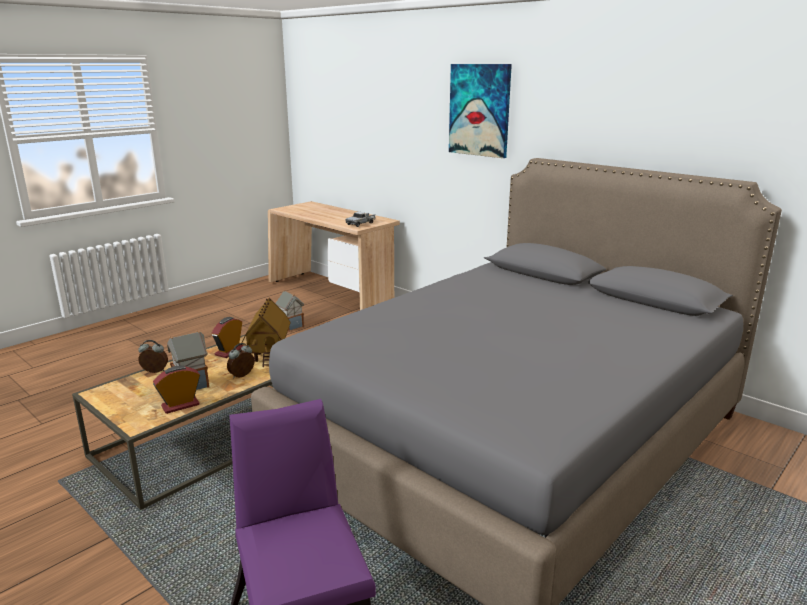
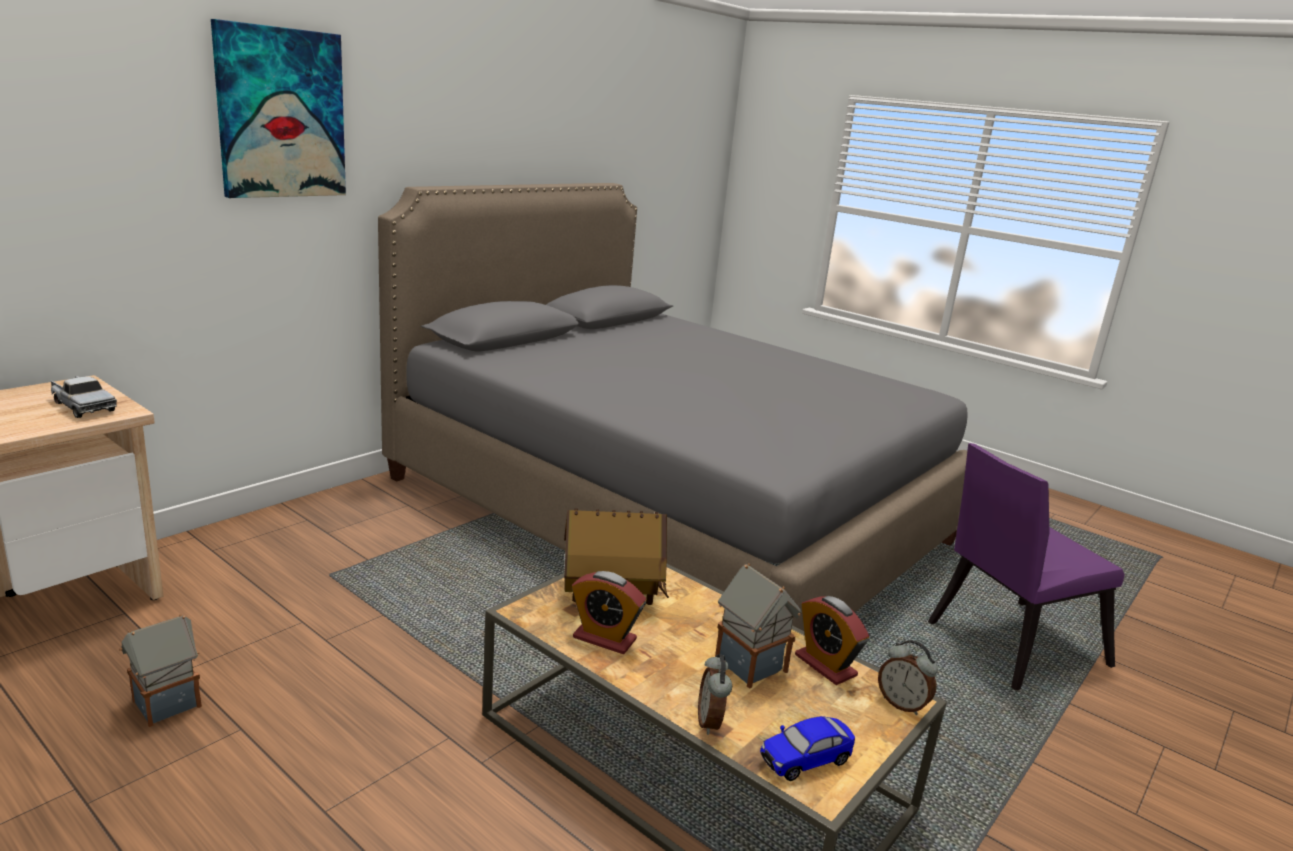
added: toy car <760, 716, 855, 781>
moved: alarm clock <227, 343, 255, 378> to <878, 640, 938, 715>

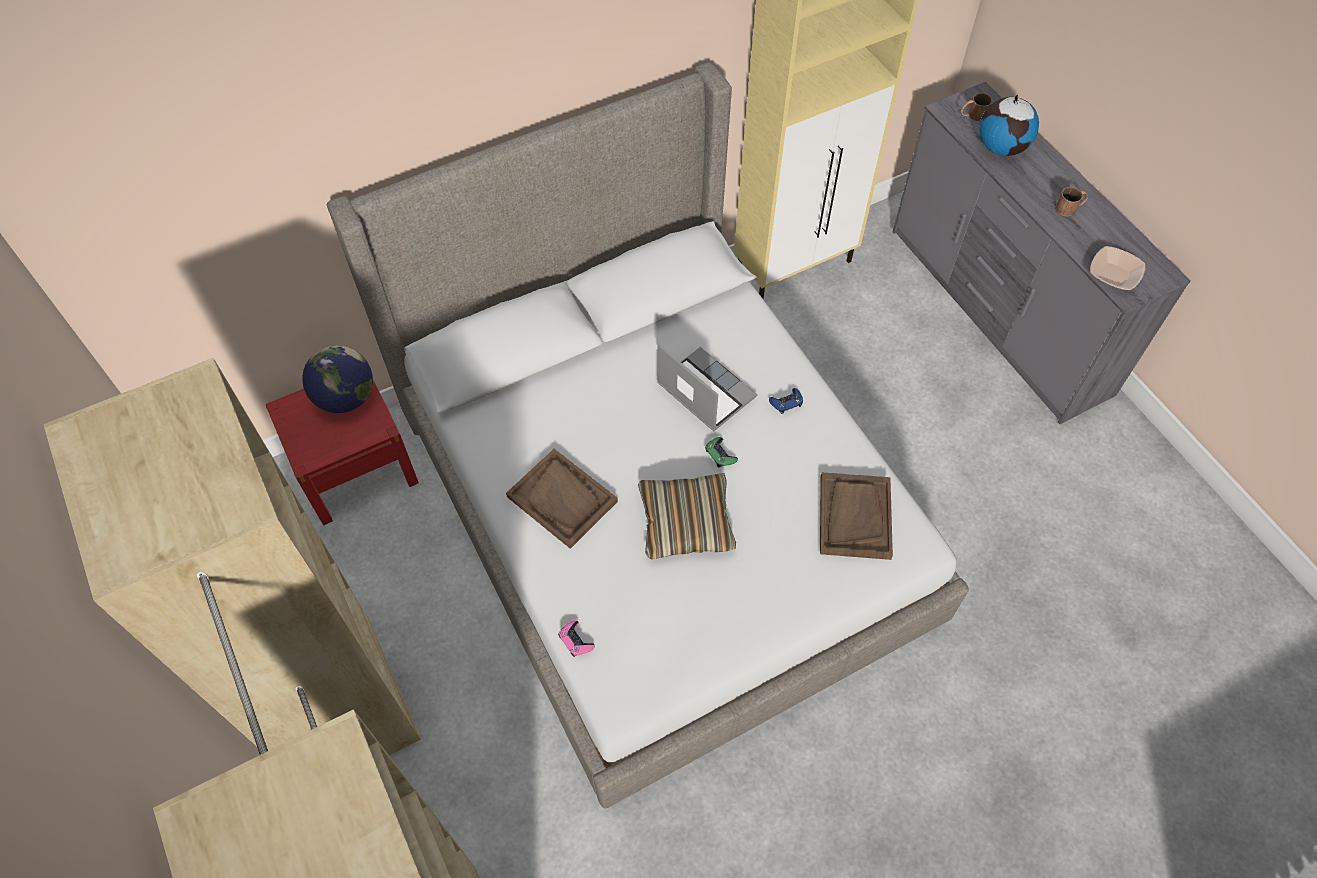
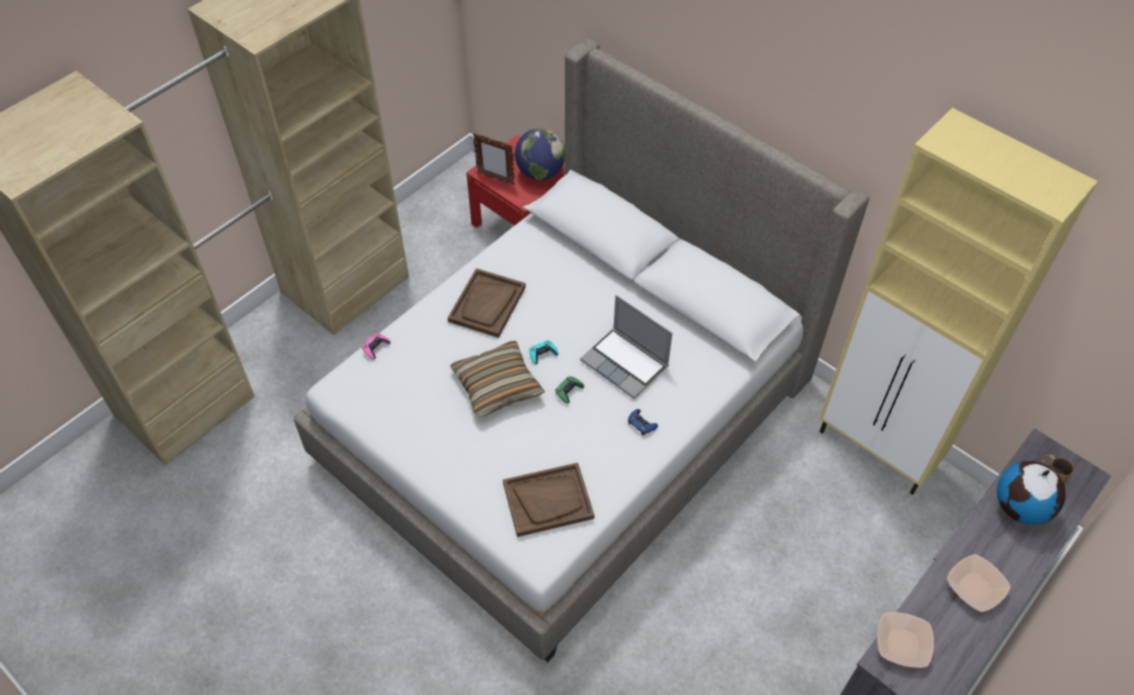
added: picture frame <473, 133, 515, 186>; turquoise game controller <530, 341, 559, 364>
replaced: brown mug <1055, 187, 1088, 217> to bowl <947, 554, 1011, 612>
turned: laptop <657, 343, 757, 432> = <580, 295, 672, 399> 105 degrees clockwise

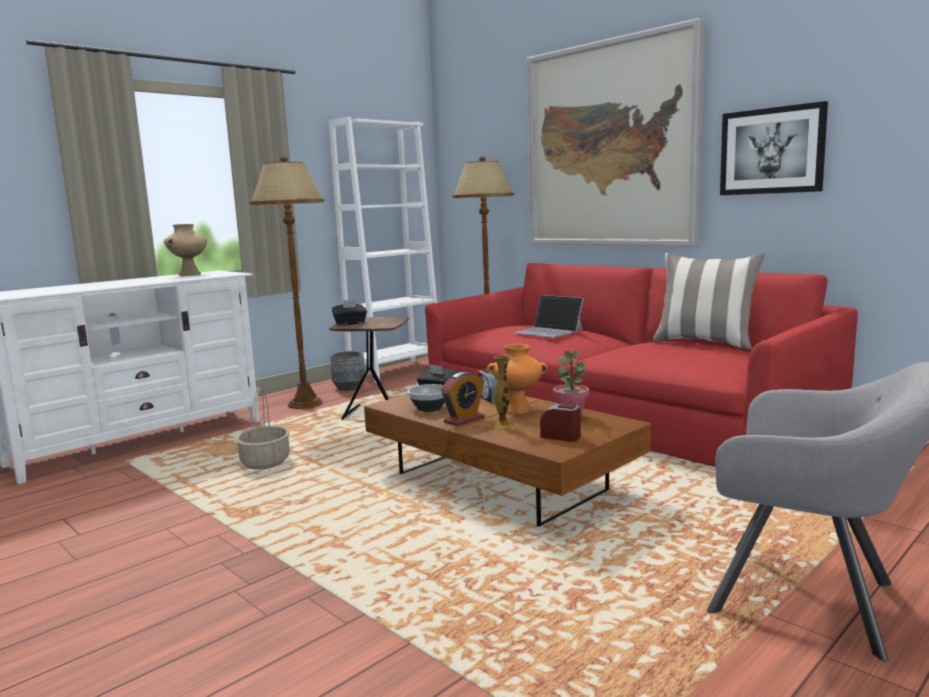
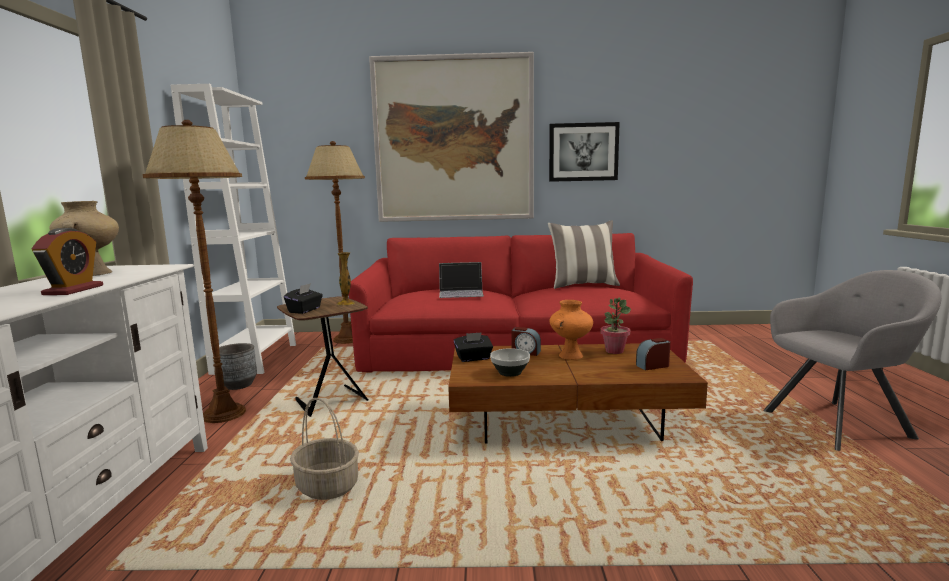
moved: alarm clock <441, 372, 484, 426> to <32, 228, 103, 295>; vase <490, 355, 515, 429> to <337, 252, 355, 306>

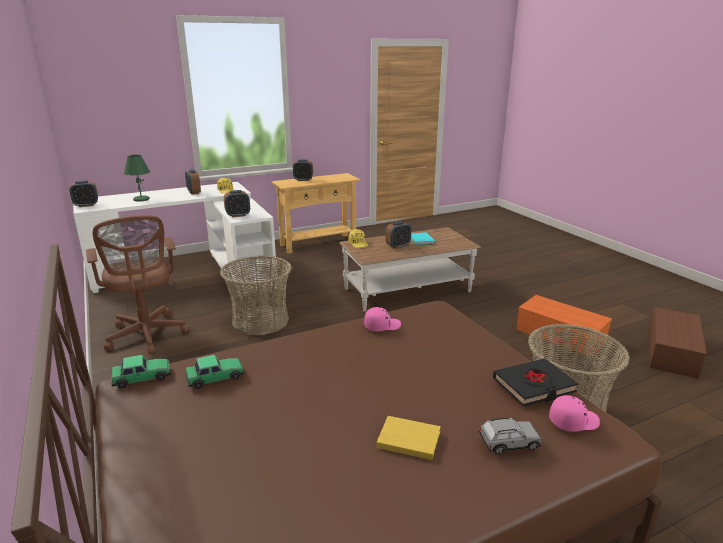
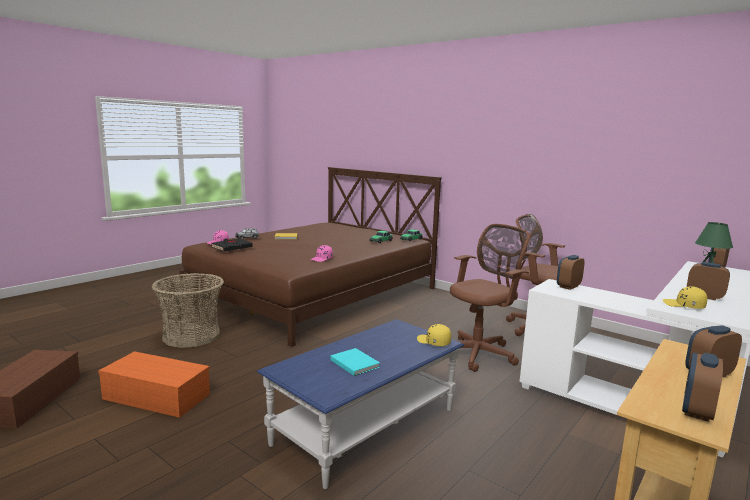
moved: alarm clock <385, 221, 411, 249> to <682, 353, 723, 422>
replaced: basket <220, 256, 292, 335> to brown office chair <450, 224, 531, 372>
recoloured: brown coffee table <339, 227, 481, 312> to blue coffee table <257, 319, 464, 489>

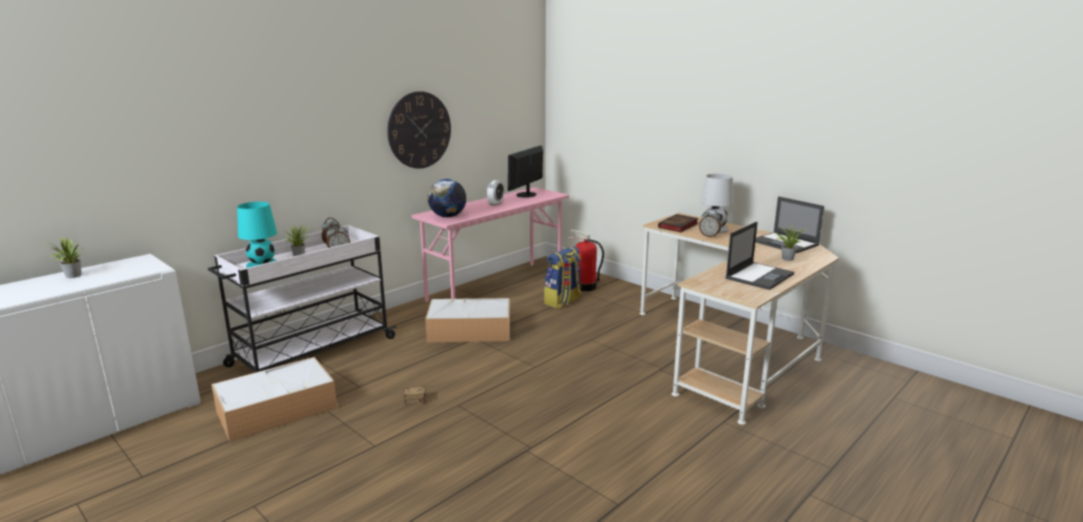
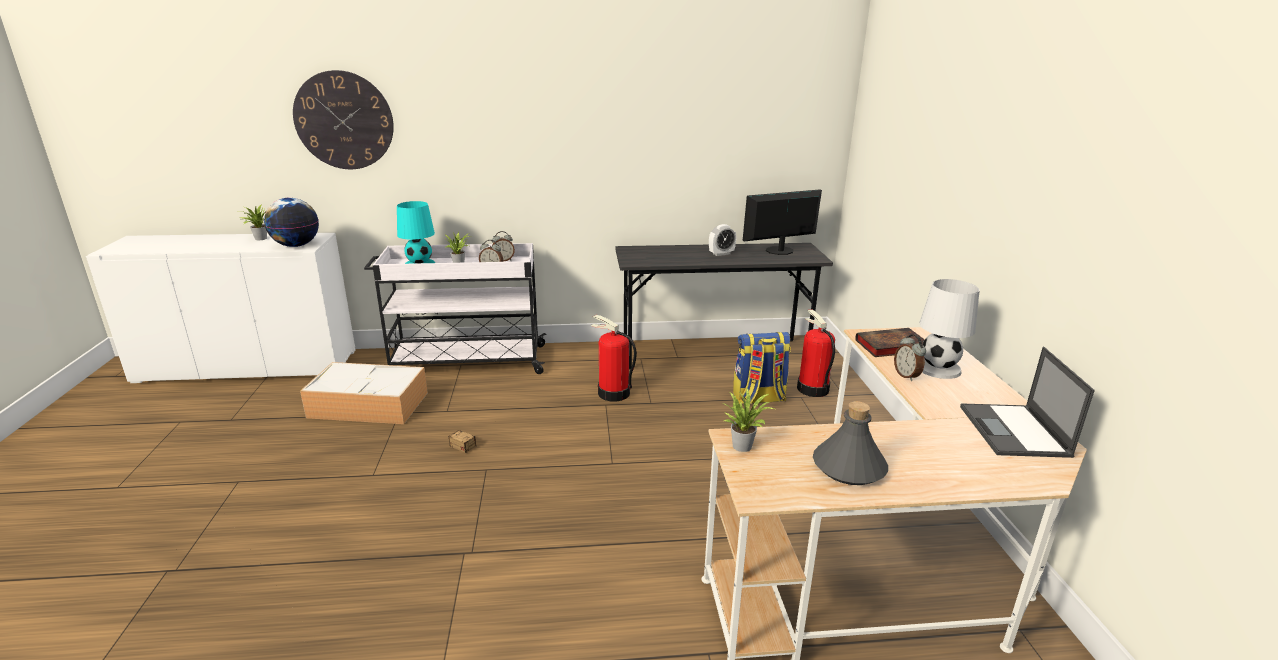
moved: wall clock <387, 91, 451, 169> to <293, 70, 394, 169>; globe <428, 179, 466, 217> to <264, 198, 319, 247>; potted plant <775, 226, 807, 261> to <722, 388, 774, 452>
replaced: storage box <425, 298, 510, 342> to fire extinguisher <590, 315, 637, 401>; laptop <725, 221, 794, 290> to grey bottle <813, 401, 888, 485>
recoloured: pink desk <412, 187, 569, 302> to grey desk <615, 243, 833, 369>

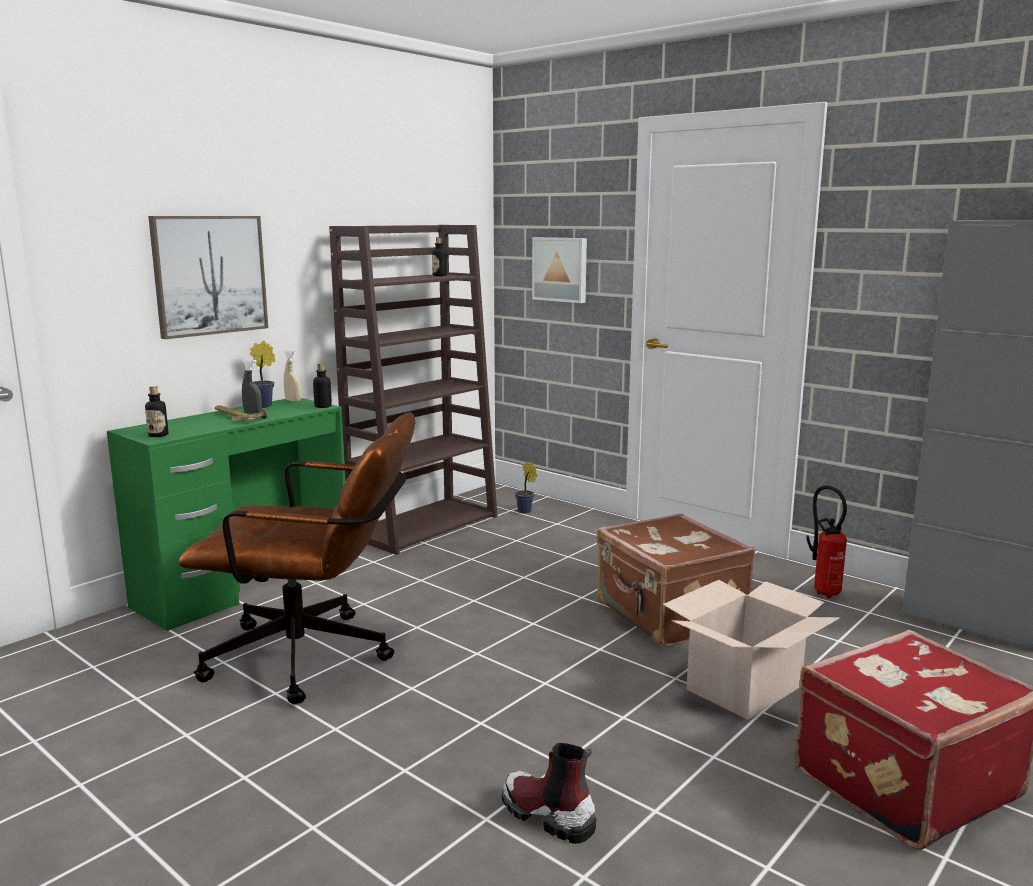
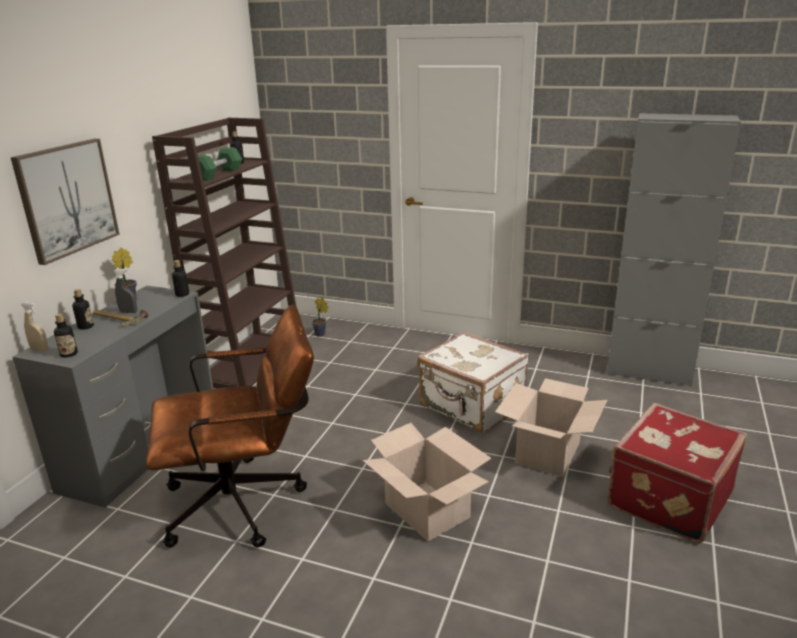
removed: boot <502, 743, 597, 844>; picture <532, 237, 587, 303>; fire extinguisher <806, 485, 847, 598>
added: bottle <72, 289, 94, 330>; green dumbbell <198, 147, 242, 180>; cardboard box <363, 423, 492, 542>
moved: beige spray bottle <284, 350, 301, 402> to <21, 302, 49, 352>
recoloured: green desk <107, 398, 345, 631> to grey desk <13, 286, 213, 508>; brown suitcase <597, 513, 755, 647> to white suitcase <417, 332, 529, 433>

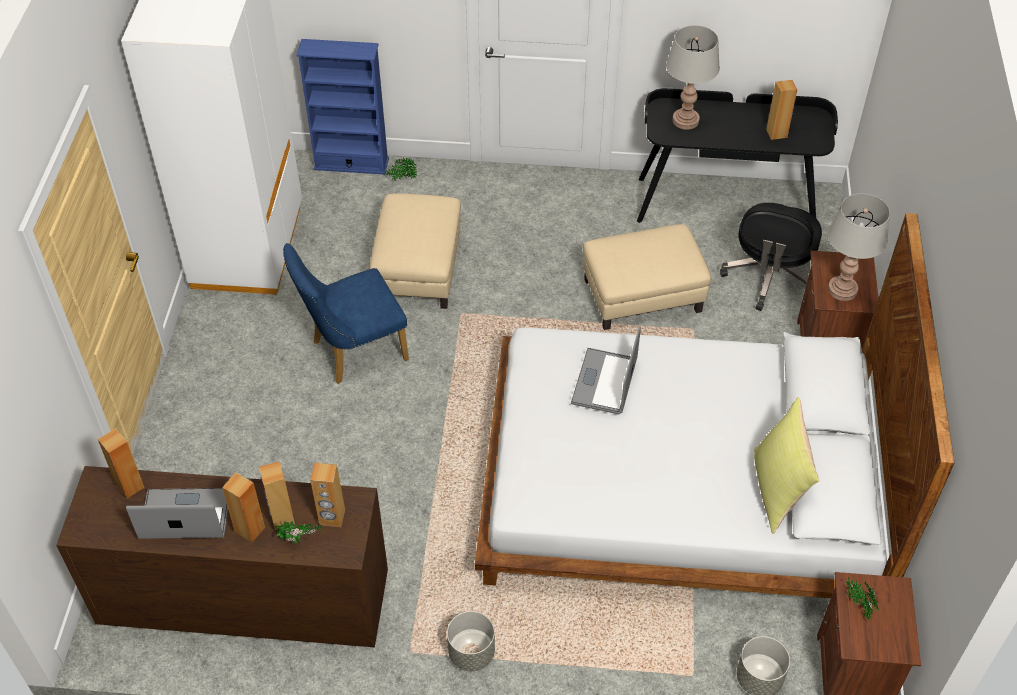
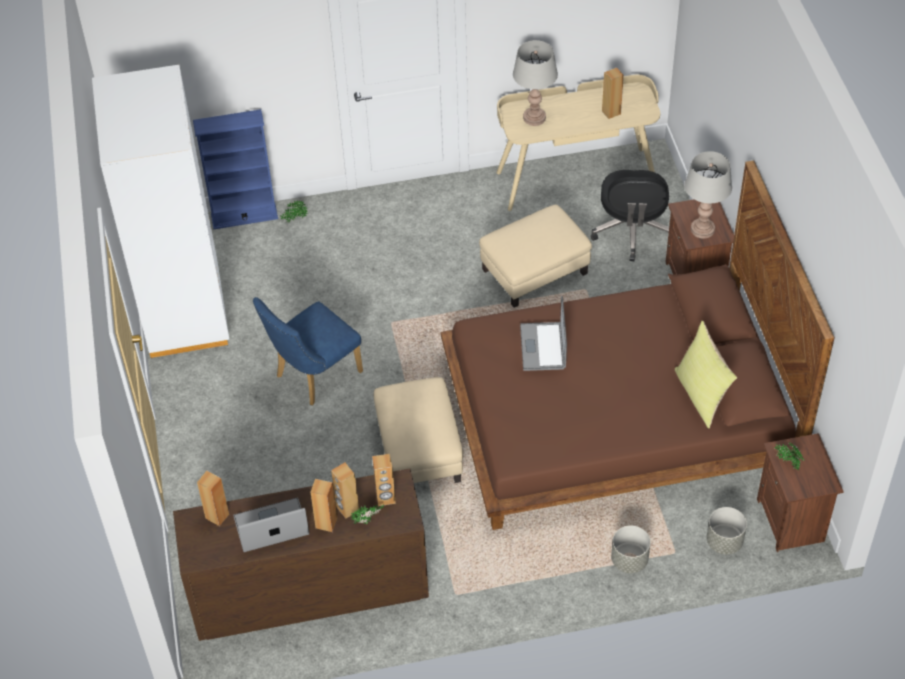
moved: beige ottoman <370, 193, 461, 309> to <374, 377, 463, 483>; grey planter <447, 611, 495, 671> to <611, 525, 651, 573>
recoloured: white bed <475, 213, 955, 598> to brown bed <441, 160, 834, 530>; black desk <637, 88, 838, 223> to beige desk <496, 75, 660, 211>

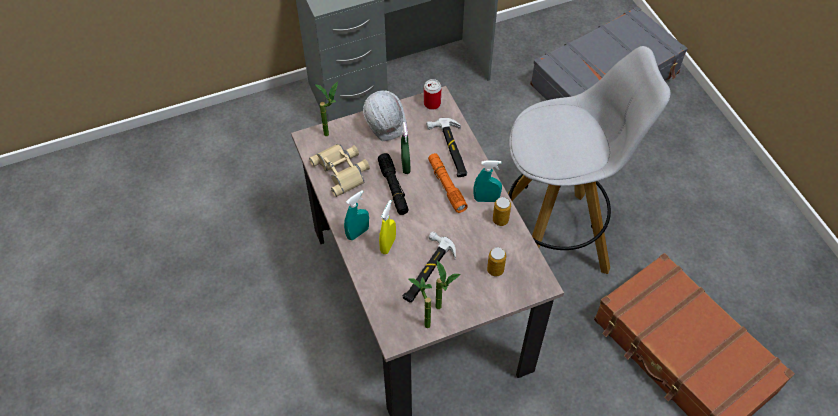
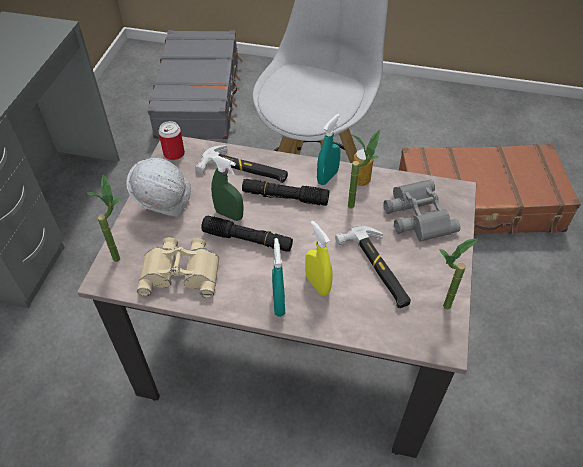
moved: potted plant <436, 261, 460, 309> to <348, 130, 379, 208>
replaced: can <487, 247, 506, 276> to grey binoculars <383, 179, 461, 242>
recoloured: orange flashlight <428, 153, 468, 213> to black flashlight <242, 179, 329, 206>

